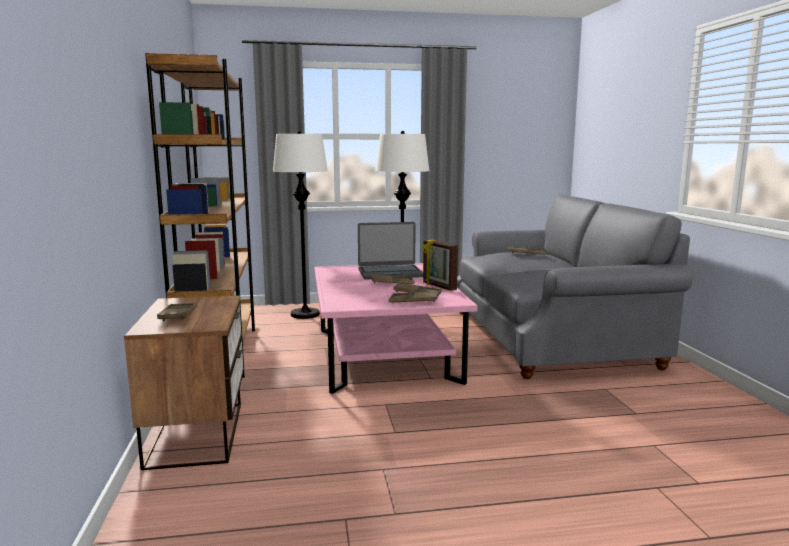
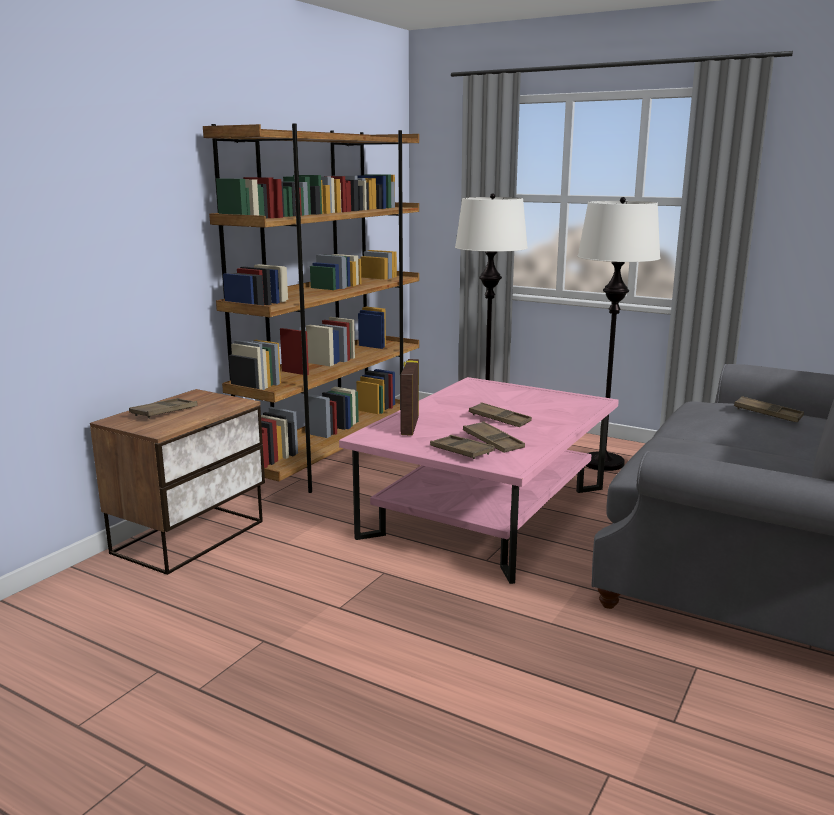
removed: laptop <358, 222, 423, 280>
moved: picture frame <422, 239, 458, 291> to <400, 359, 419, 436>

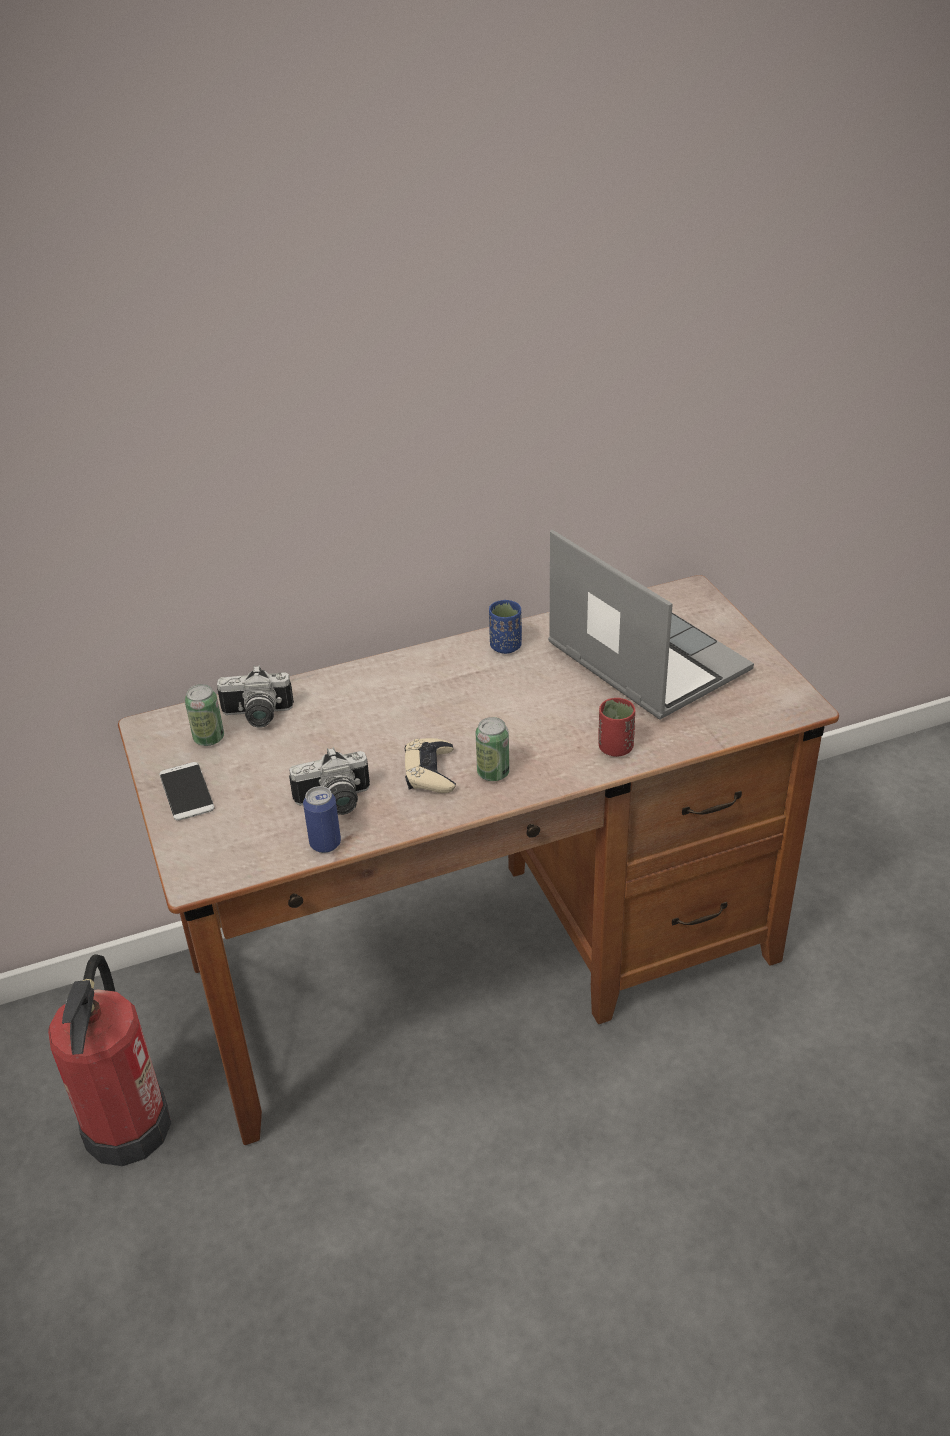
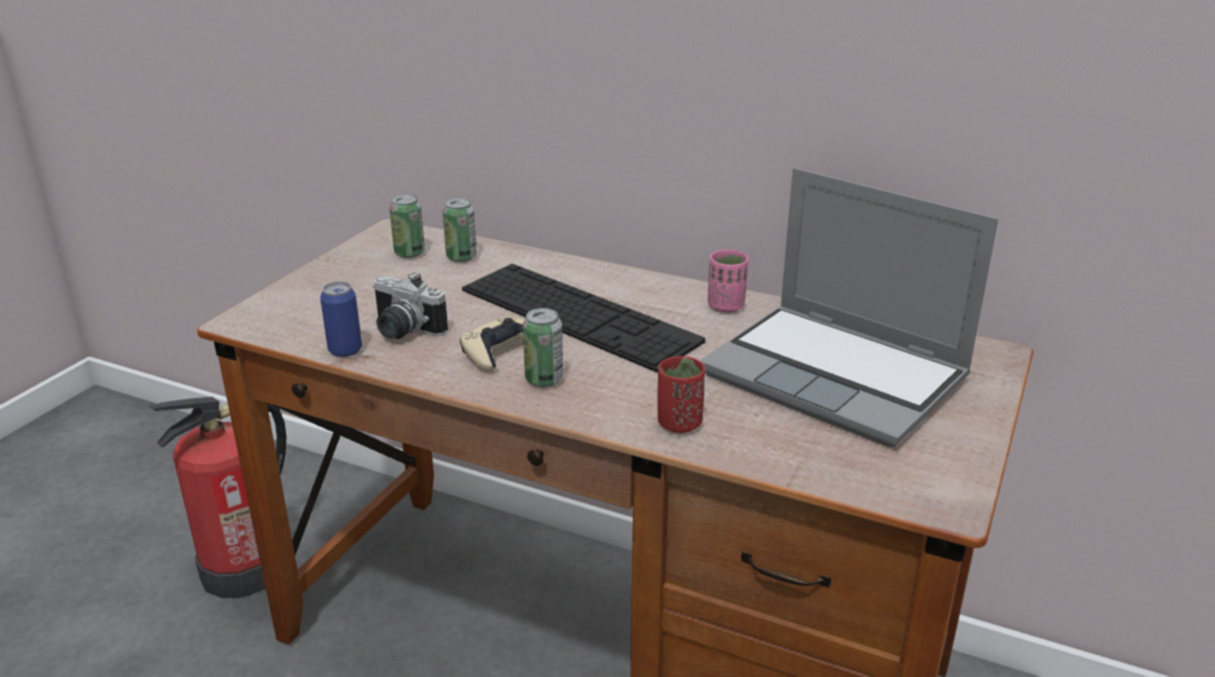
removed: phone <160, 762, 214, 821>
added: keyboard <462, 264, 705, 372>
replaced: photo camera <217, 665, 294, 728> to can <443, 198, 477, 262>
recoloured: blue cup <489, 600, 522, 654> to pink cup <707, 250, 748, 313>
turned: laptop <548, 530, 754, 719> = <700, 168, 998, 447> 120 degrees clockwise

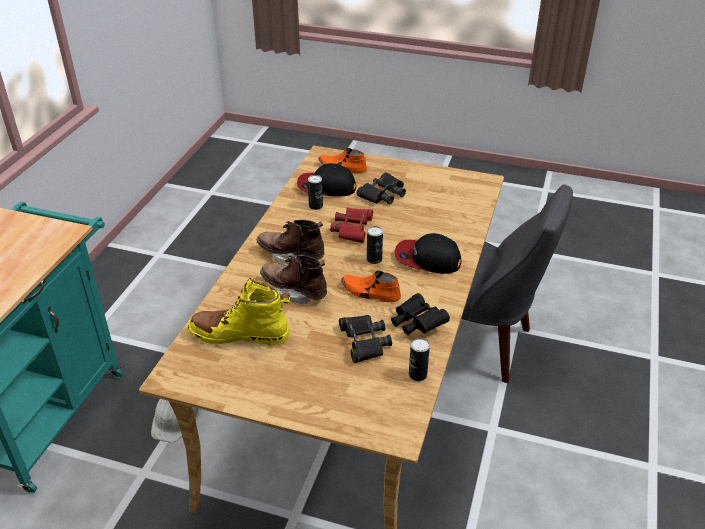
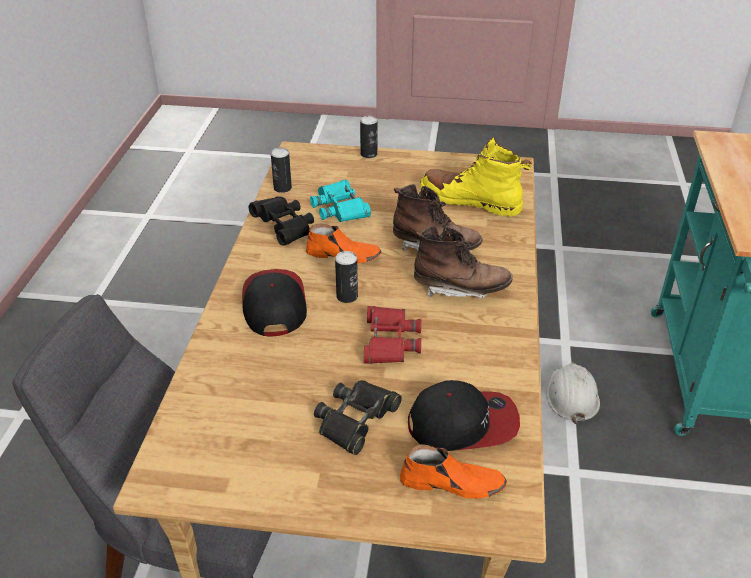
moved: can <308, 175, 323, 210> to <360, 116, 377, 158>
recoloured: black binoculars <339, 315, 392, 363> to turquoise binoculars <310, 179, 371, 222>
turned: yellow boot <188, 278, 290, 346> = <420, 138, 532, 217> 150 degrees counterclockwise; cap <395, 233, 461, 274> = <242, 269, 307, 337> 105 degrees counterclockwise

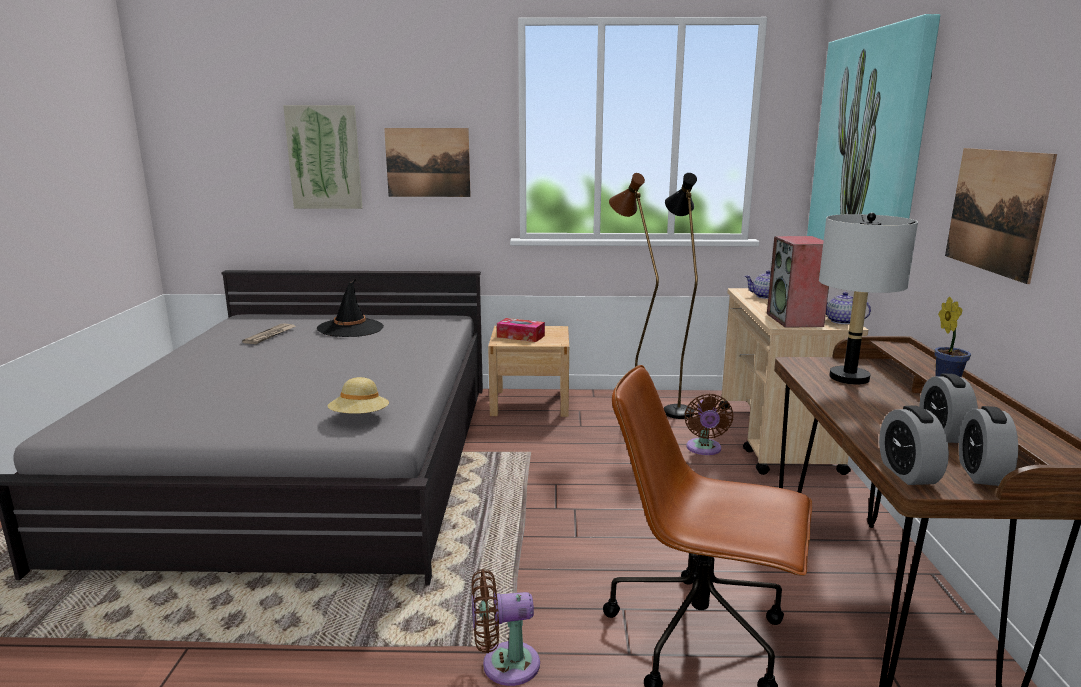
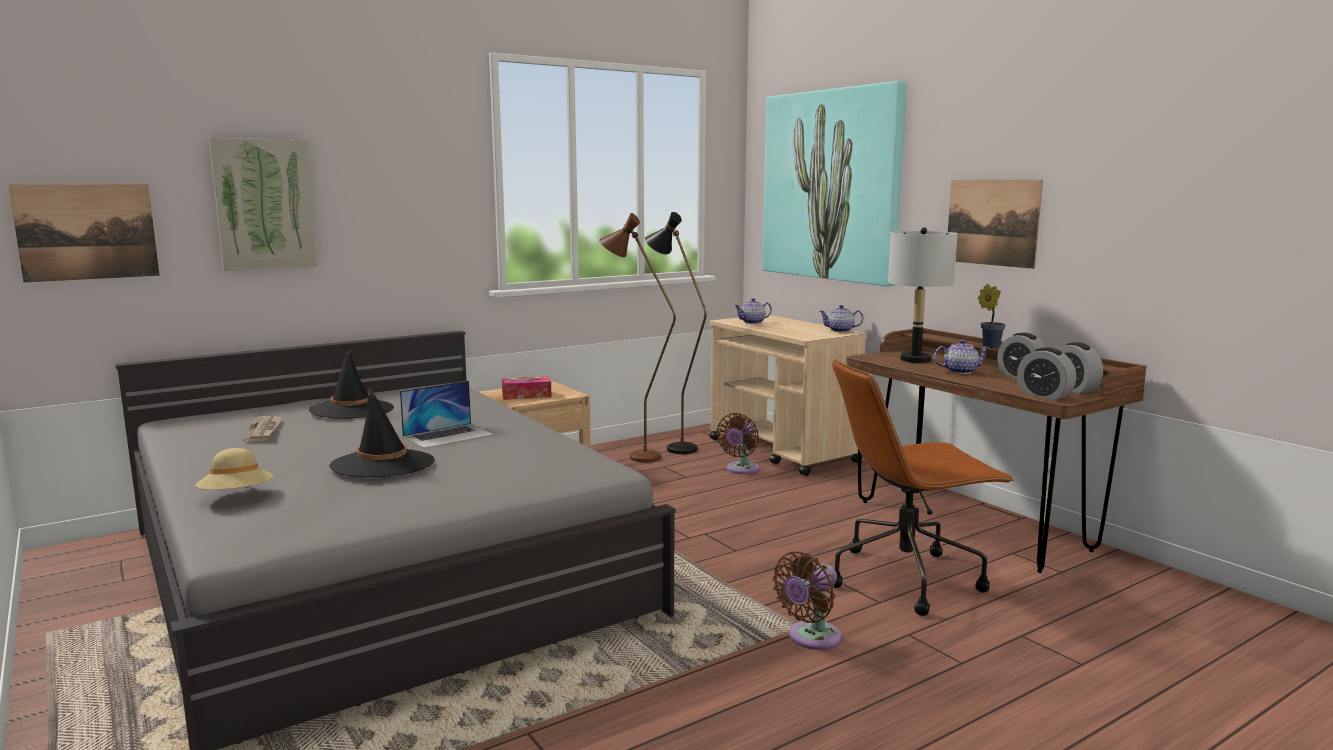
removed: speaker <767, 236, 829, 328>
added: black hat <329, 389, 435, 477>; laptop <400, 381, 494, 449>; teapot <934, 339, 990, 374>
moved: beige hat <328, 377, 389, 414> to <195, 448, 273, 490>; picture <384, 128, 471, 197> to <8, 185, 160, 282>
turned: brown fan <684, 394, 733, 455> = <716, 413, 759, 474> 60 degrees clockwise

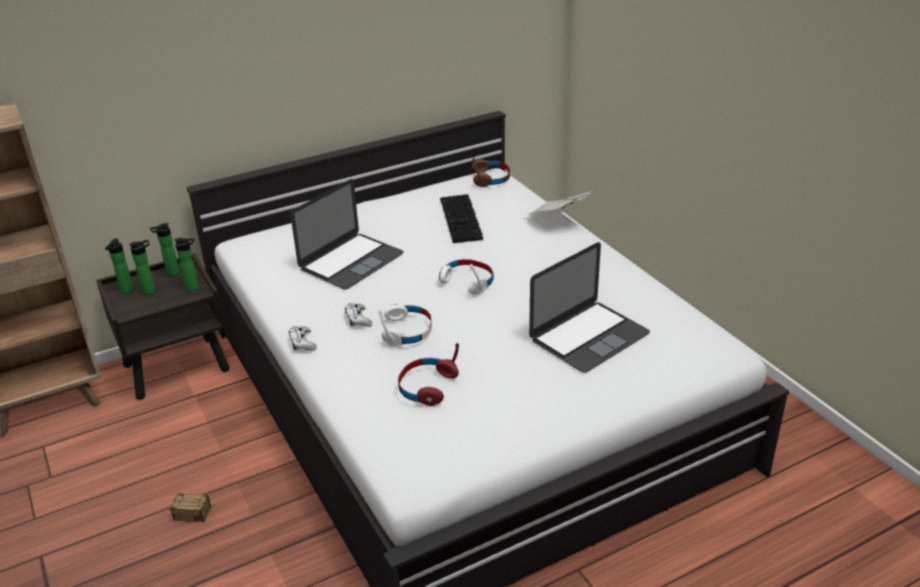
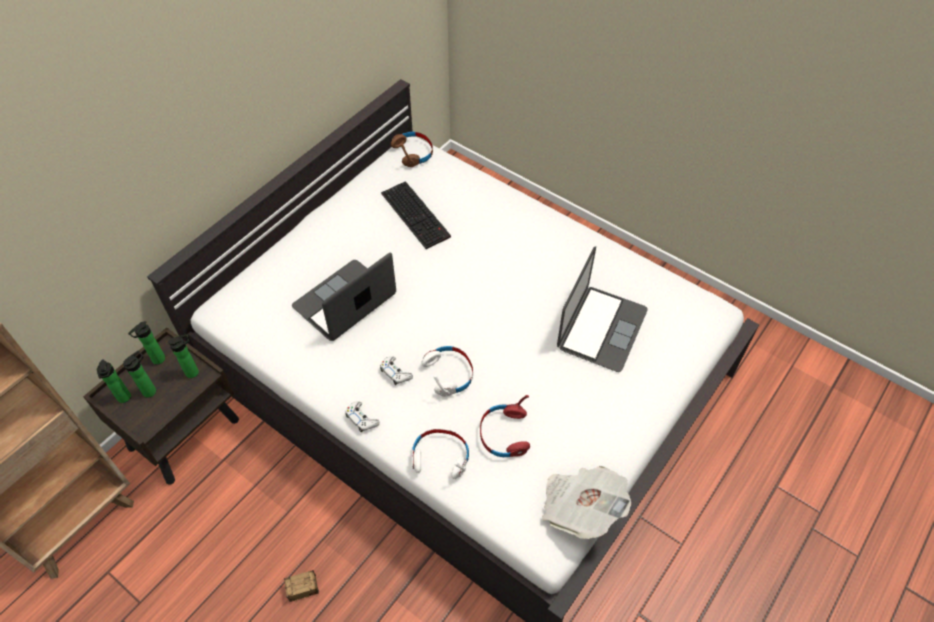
moved: white headphones <439, 259, 494, 294> to <412, 429, 469, 479>; newspaper <526, 191, 593, 215> to <542, 466, 631, 539>
turned: laptop <290, 179, 403, 289> = <292, 253, 396, 341> 150 degrees counterclockwise

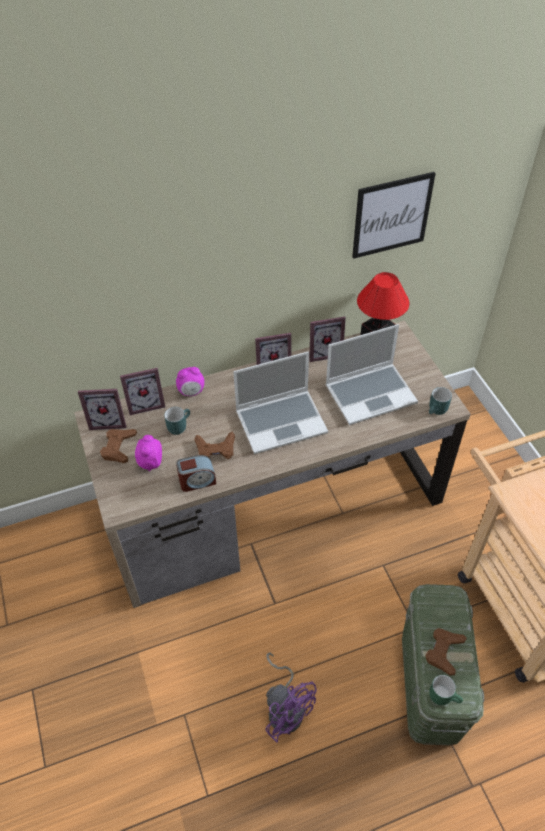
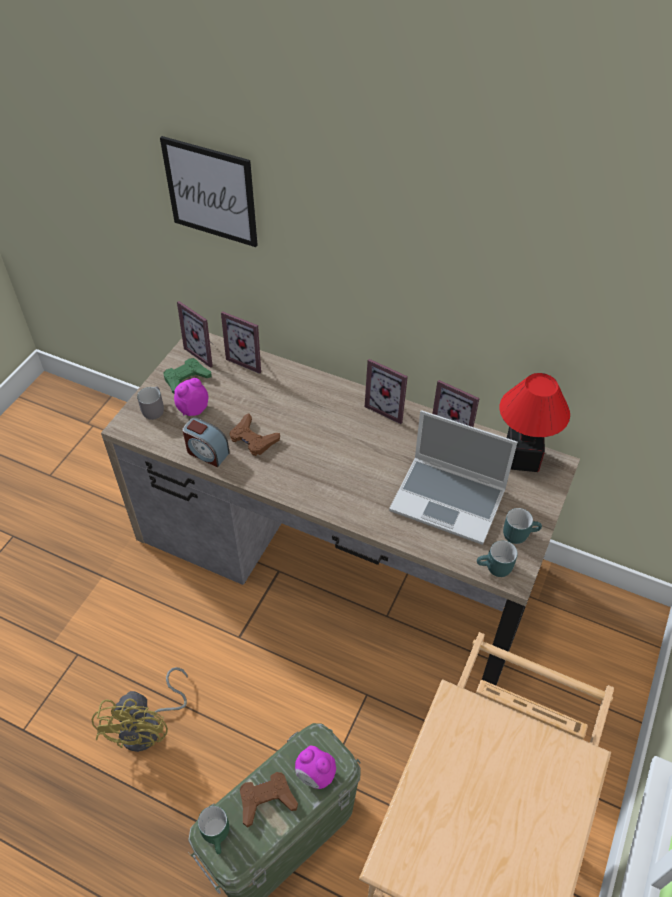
removed: laptop <233, 351, 328, 454>
added: grey mug <137, 386, 164, 420>
moved: turquoise mug <164, 407, 190, 435> to <503, 508, 542, 544>; alarm clock <176, 367, 205, 396> to <295, 746, 336, 789>; picture <352, 172, 436, 259> to <160, 136, 258, 247>
recoloured: brown game controller <100, 429, 137, 463> to green game controller <163, 358, 211, 394>; purple fan <266, 652, 317, 742> to yellow fan <92, 667, 188, 752>

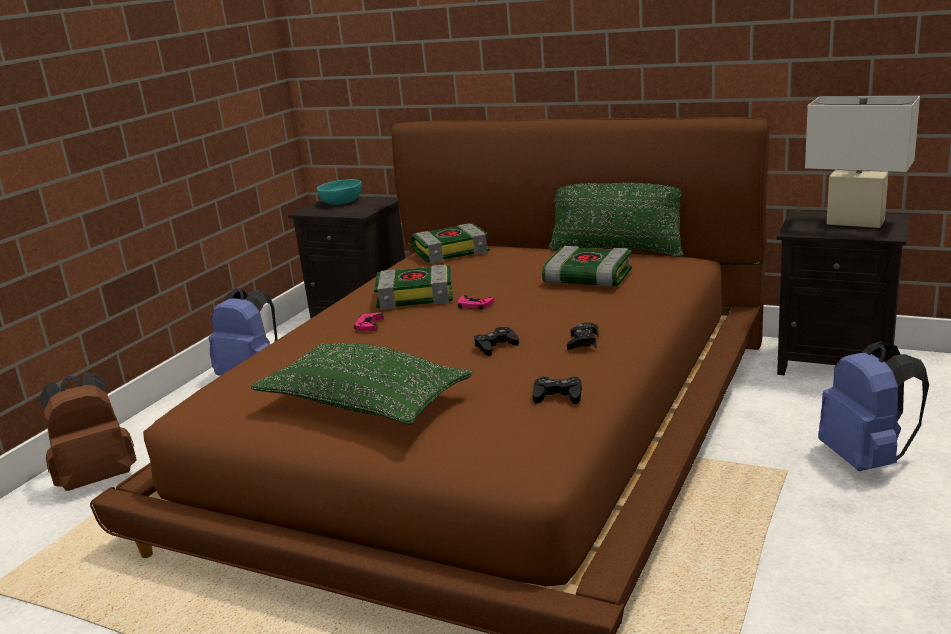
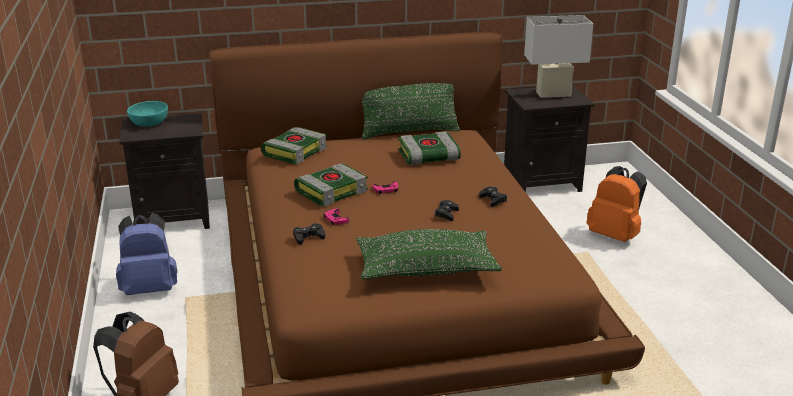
moved: black game controller <533, 376, 582, 404> to <293, 223, 325, 245>
recoloured: blue backpack <818, 341, 929, 471> to orange backpack <586, 166, 647, 242>

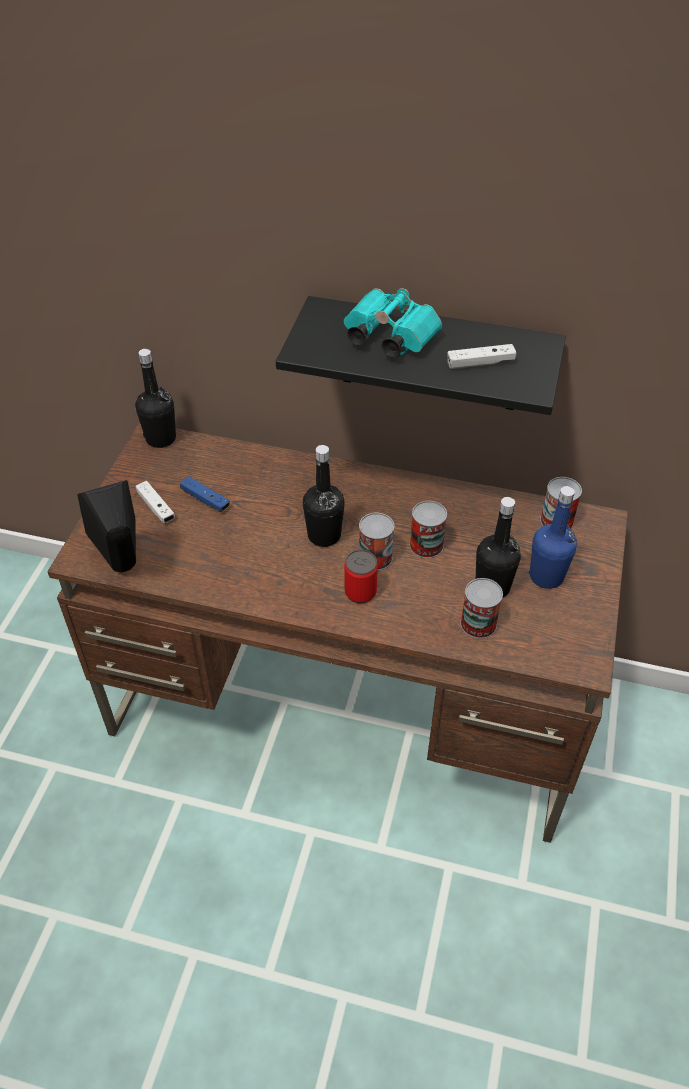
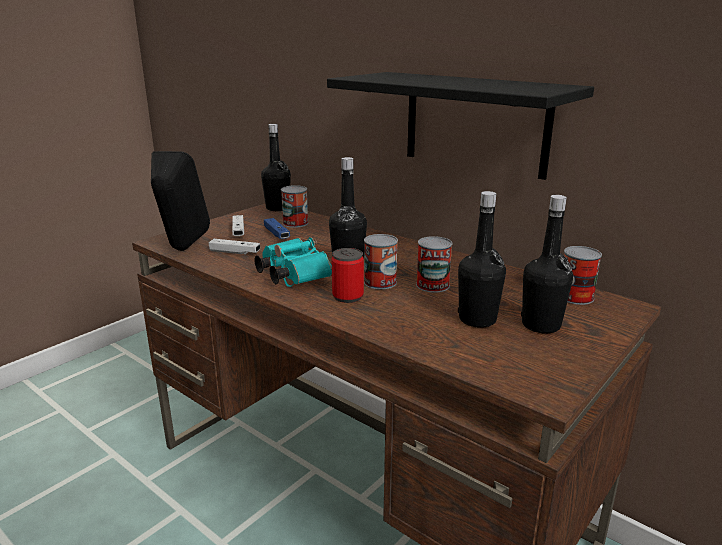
moved: turquoise binoculars <344, 288, 442, 358> to <255, 237, 332, 287>; white game controller <447, 344, 516, 369> to <209, 239, 260, 255>; can <460, 578, 503, 639> to <281, 185, 308, 228>
recoloured: blue bottle <529, 486, 577, 589> to black bottle <521, 195, 573, 333>

